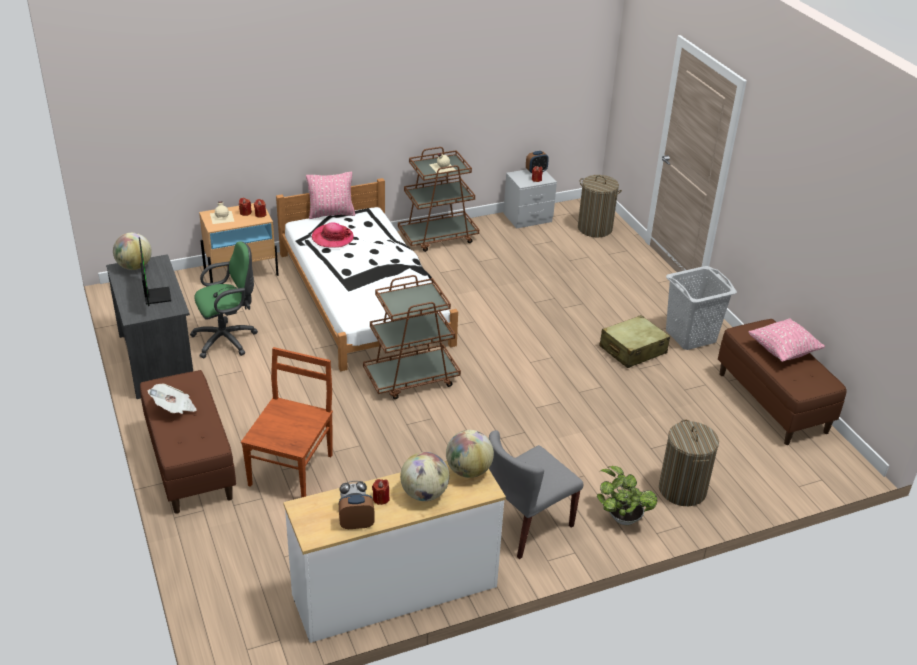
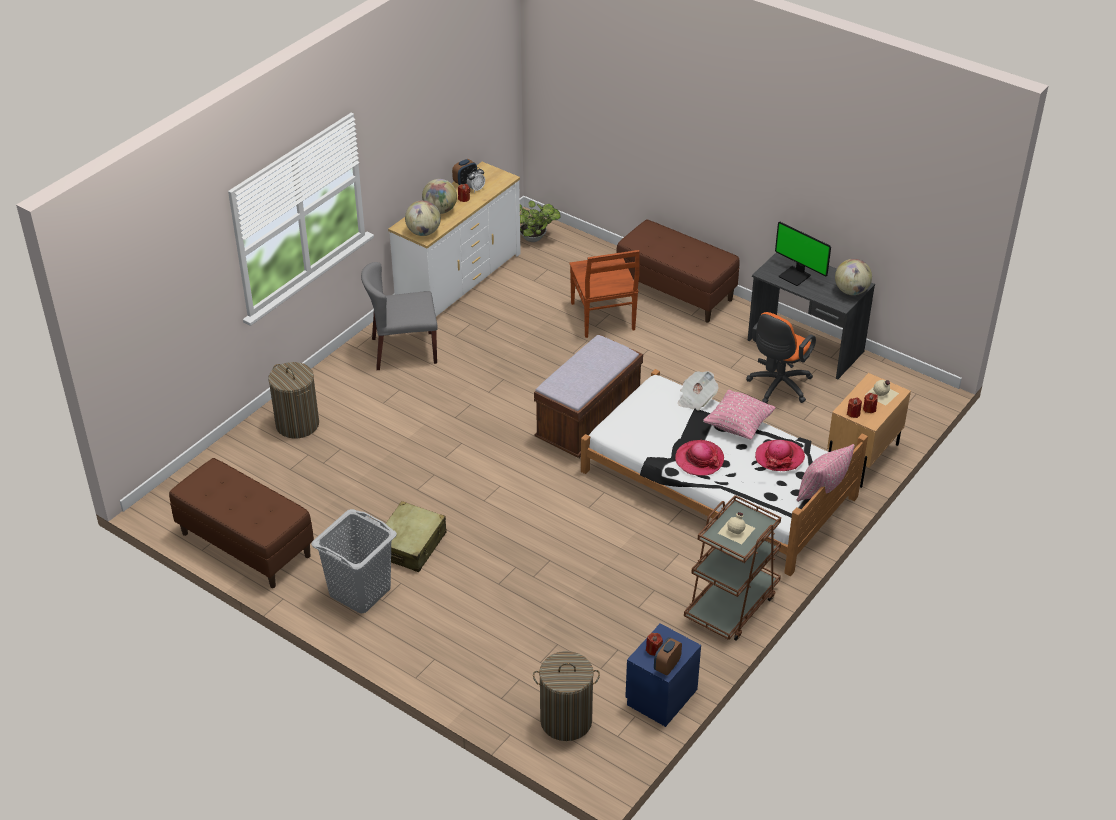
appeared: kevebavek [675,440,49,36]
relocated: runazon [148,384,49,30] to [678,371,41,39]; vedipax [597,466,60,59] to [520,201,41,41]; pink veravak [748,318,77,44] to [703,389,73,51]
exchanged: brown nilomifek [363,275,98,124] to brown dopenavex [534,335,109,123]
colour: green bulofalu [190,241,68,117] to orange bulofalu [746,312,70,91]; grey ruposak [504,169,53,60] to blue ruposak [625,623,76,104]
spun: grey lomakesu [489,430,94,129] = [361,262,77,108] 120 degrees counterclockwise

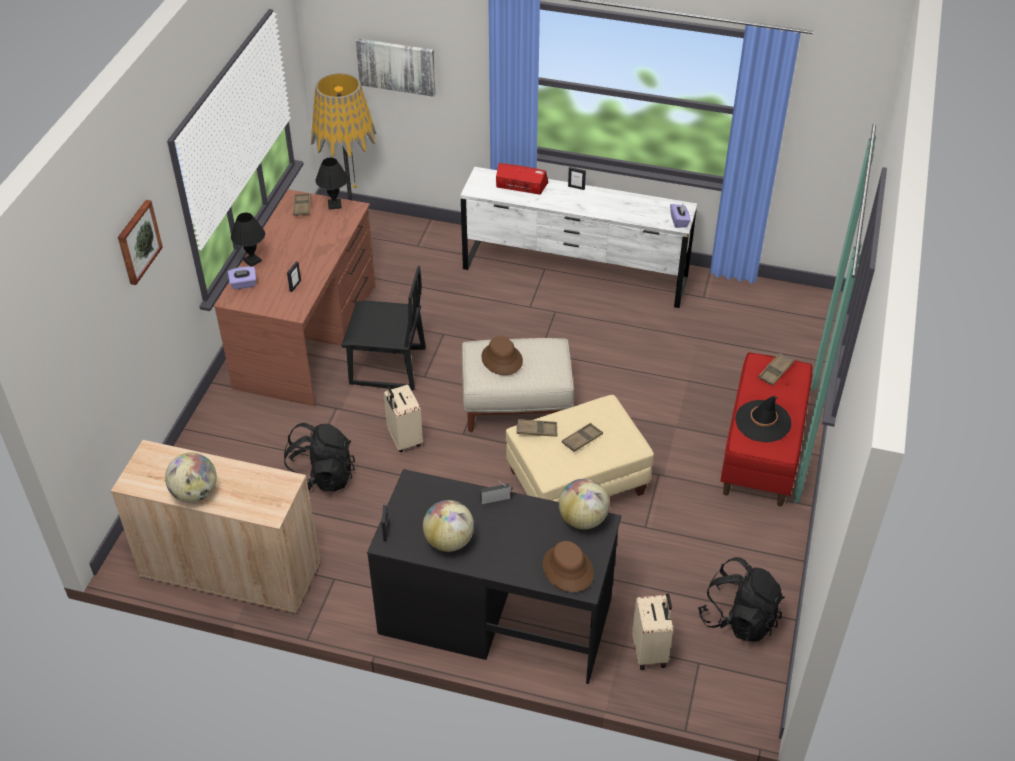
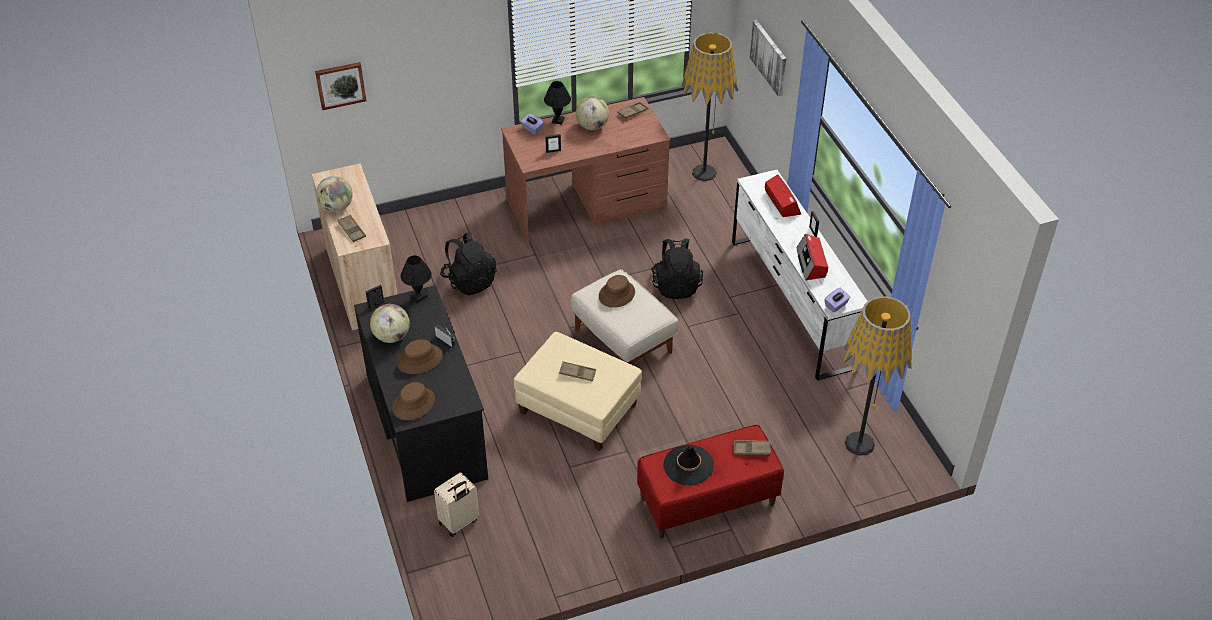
missing: black lomakesu [341,266,85,124]; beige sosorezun [384,384,39,68]
appeared: brown kevebavek [397,339,46,35]; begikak [796,234,32,46]; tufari [843,296,69,160]
relocated: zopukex [118,200,45,85] to [315,62,52,48]; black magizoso [316,158,32,51] to [401,255,31,48]; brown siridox [517,419,40,18] to [337,215,29,27]; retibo [559,479,50,50] to [576,96,33,34]; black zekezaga [698,557,87,85] to [651,238,52,61]

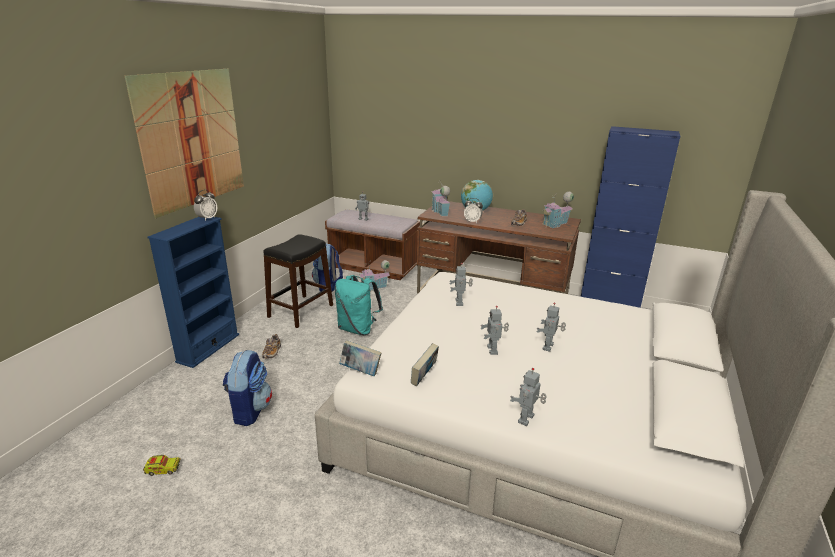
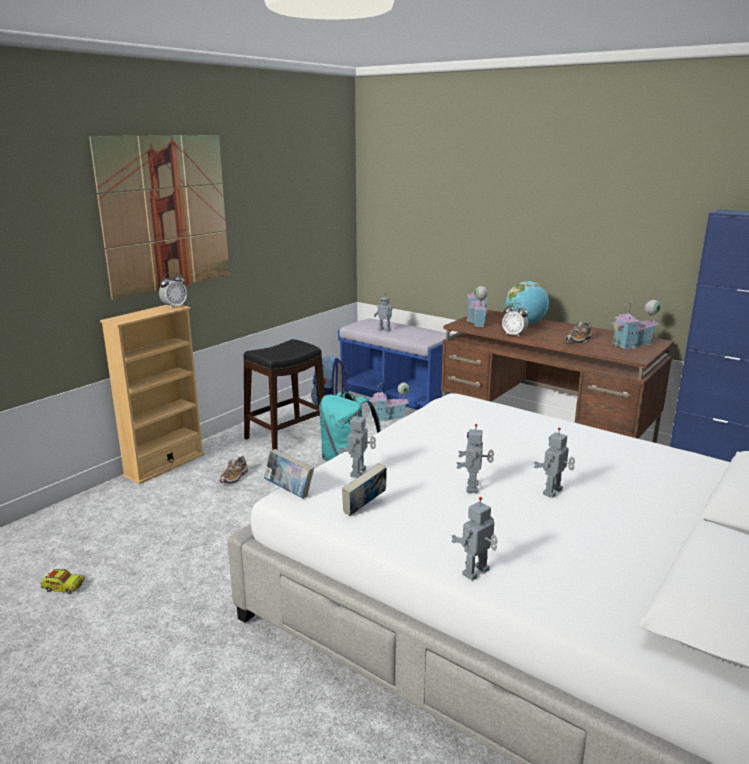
missing: zekezaga [223,350,49,76]
relocated: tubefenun [449,263,24,43] to [339,411,37,67]
colour: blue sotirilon [148,217,91,151] to beige sotirilon [100,305,105,179]; brown dopenavex [325,210,95,70] to blue dopenavex [338,318,115,92]

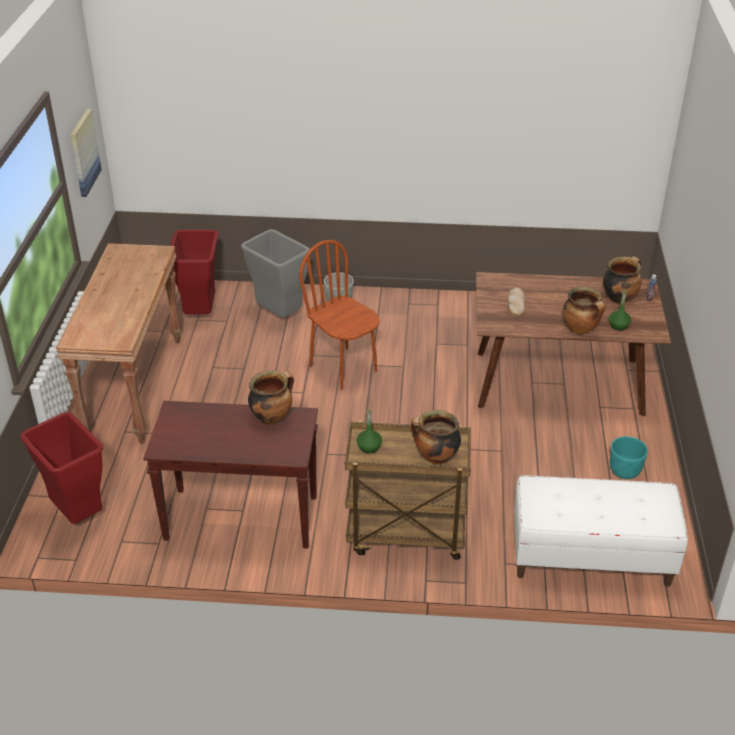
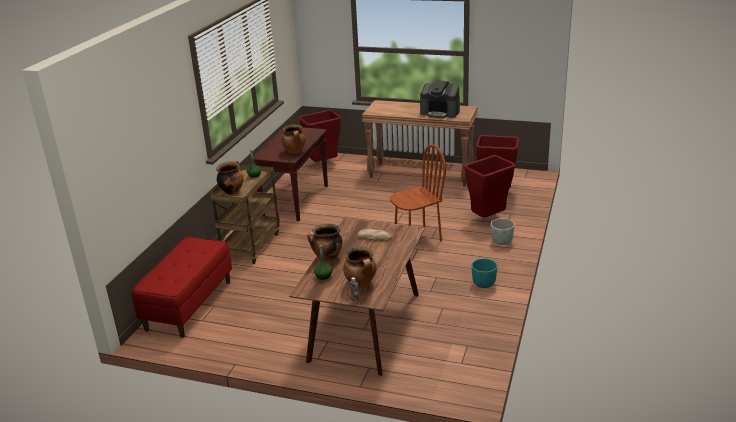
missing: zopukex [70,109,32,88]
appeared: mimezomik [420,80,40,38]
relocated: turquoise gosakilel [610,436,38,43] to [472,258,26,30]
colour: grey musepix [241,229,69,88] to red musepix [464,155,52,63]; white dopenavex [514,476,174,111] to red dopenavex [131,237,101,101]

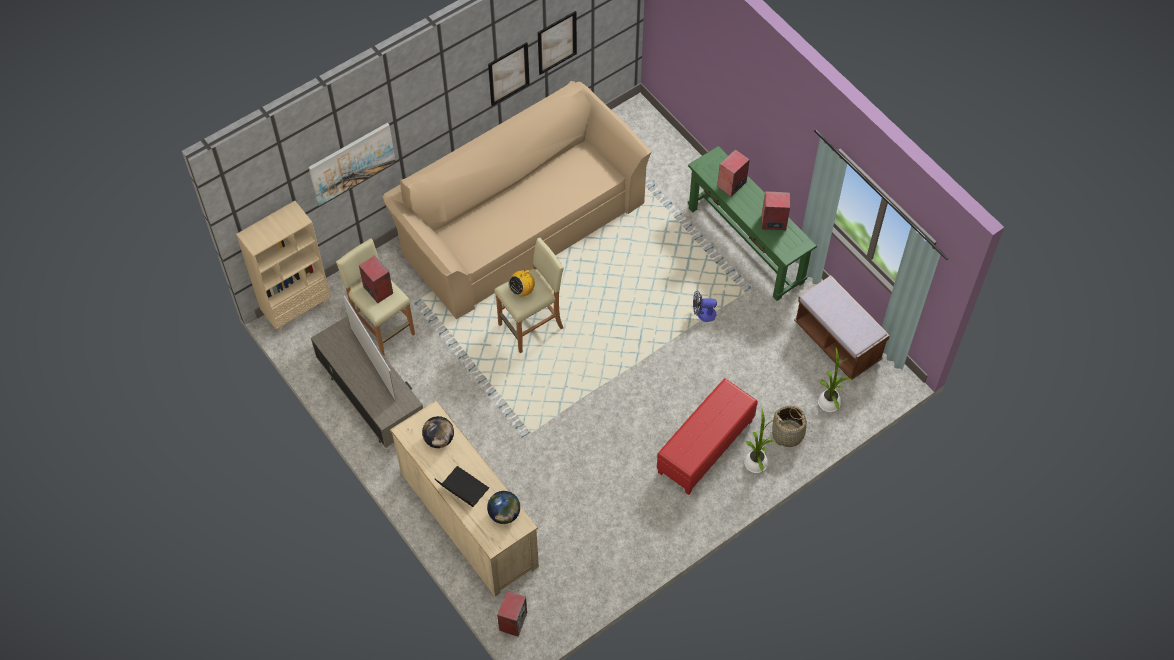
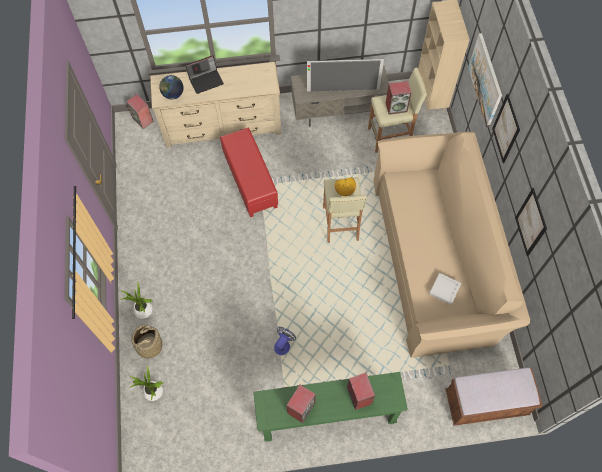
missing: retibo [422,416,32,32]
appeared: grey siridox [429,273,32,32]
relocated: zopukex [538,11,39,64] to [492,94,28,69]; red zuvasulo [657,378,101,117] to [220,128,58,89]; brown dopenavex [794,275,96,105] to [445,367,98,59]

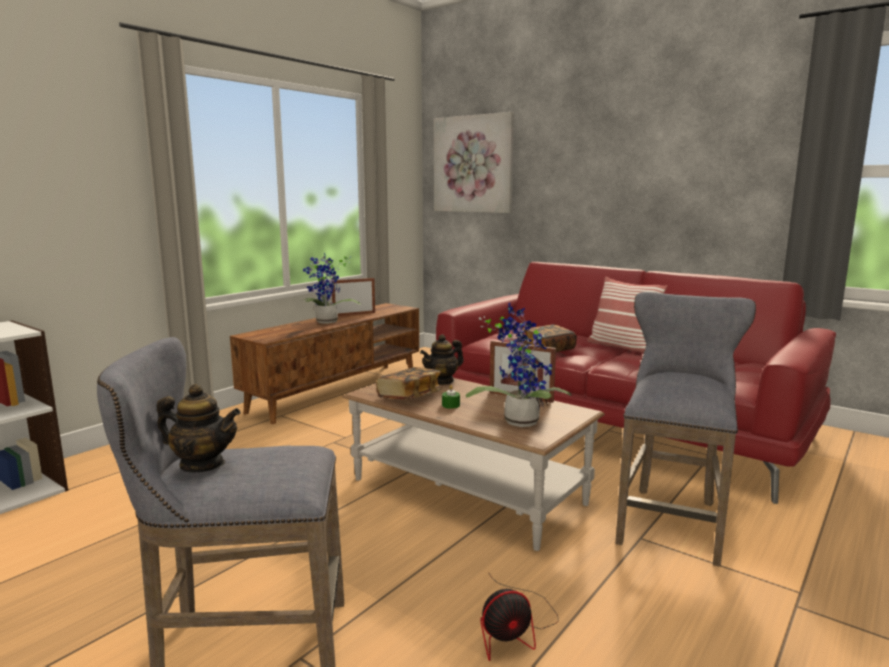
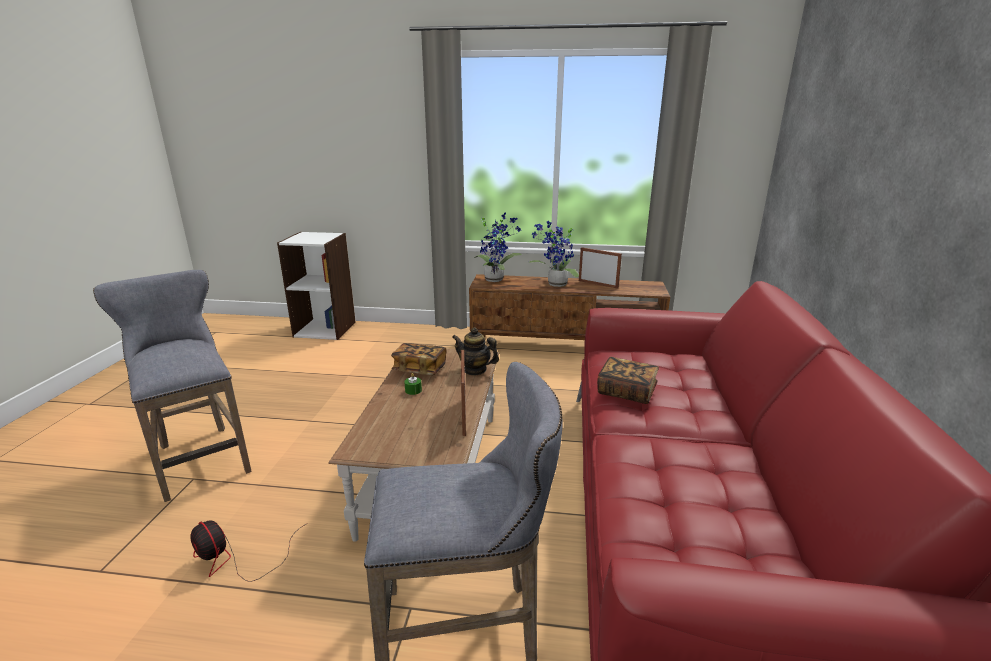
missing: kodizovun [157,384,84,88]; zopukex [434,112,80,101]; veravak [588,276,79,77]
relocated: vedipax [466,303,106,124] to [474,213,48,69]

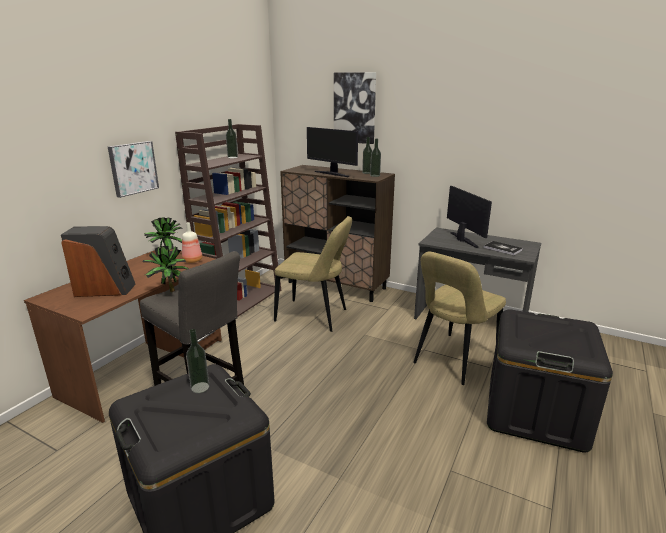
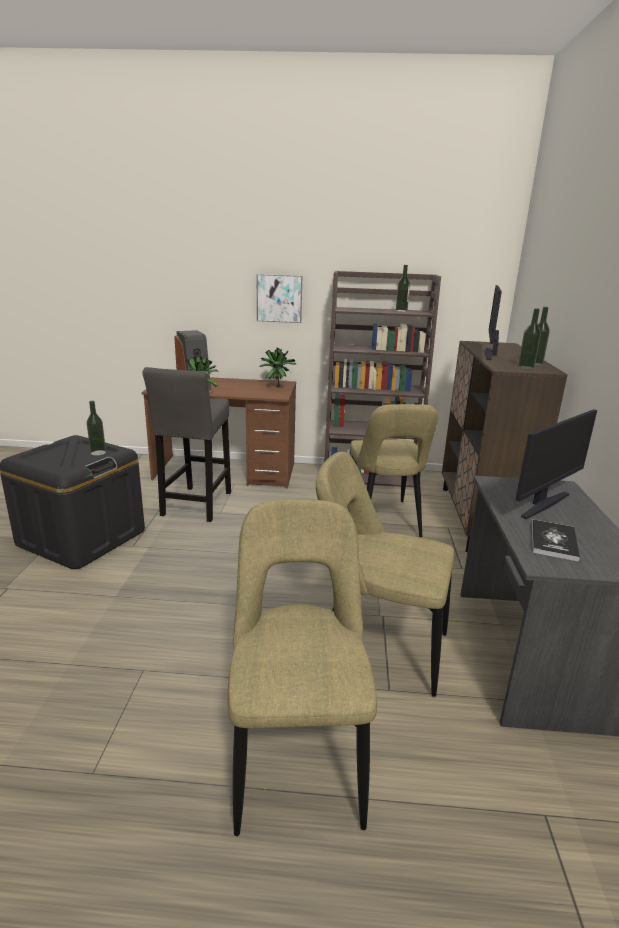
missing: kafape [182,222,20,41]; zopukex [334,72,42,72]
exchanged: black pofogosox [487,309,126,144] to beige lomakesu [228,499,149,337]

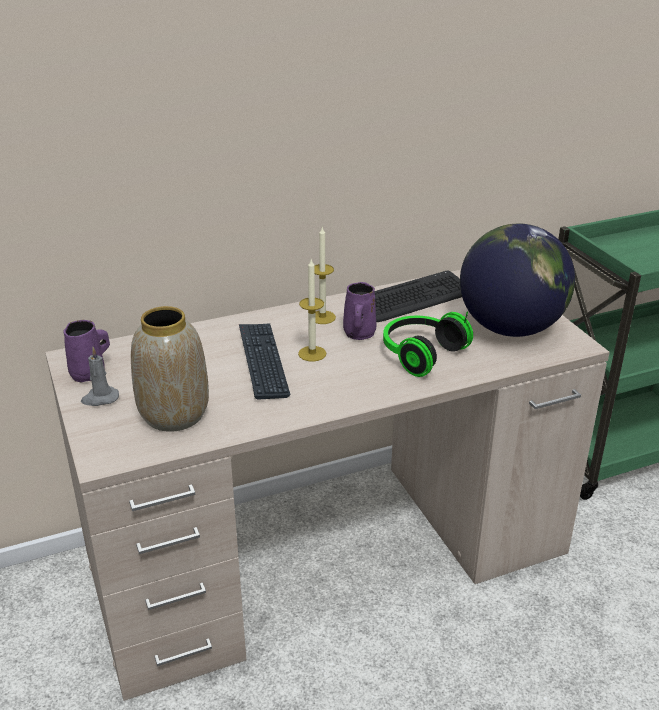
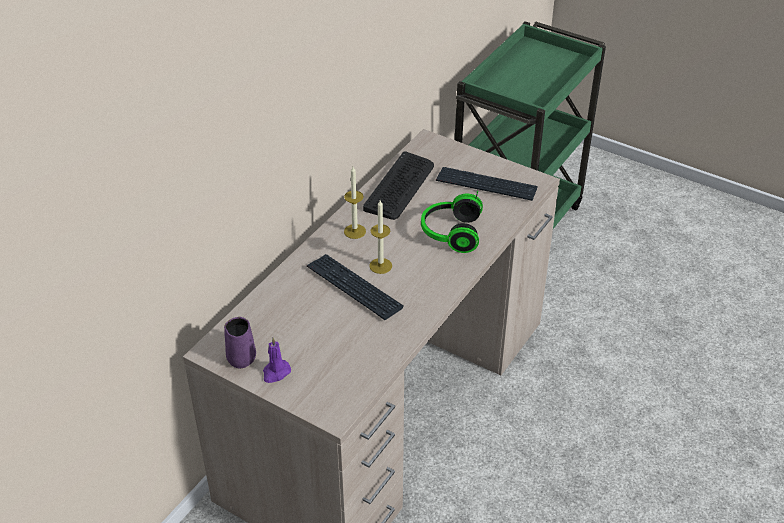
missing: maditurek [131,306,78,126]; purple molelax [343,282,33,58]
exchanged: retibo [460,224,115,113] to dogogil [436,167,102,34]
colour: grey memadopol [81,347,38,59] to purple memadopol [263,337,28,46]

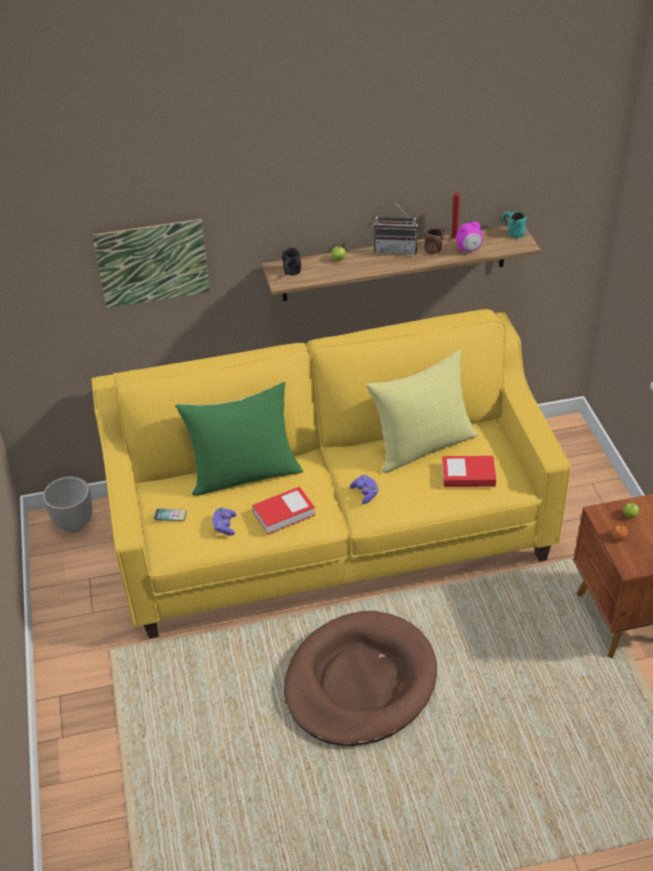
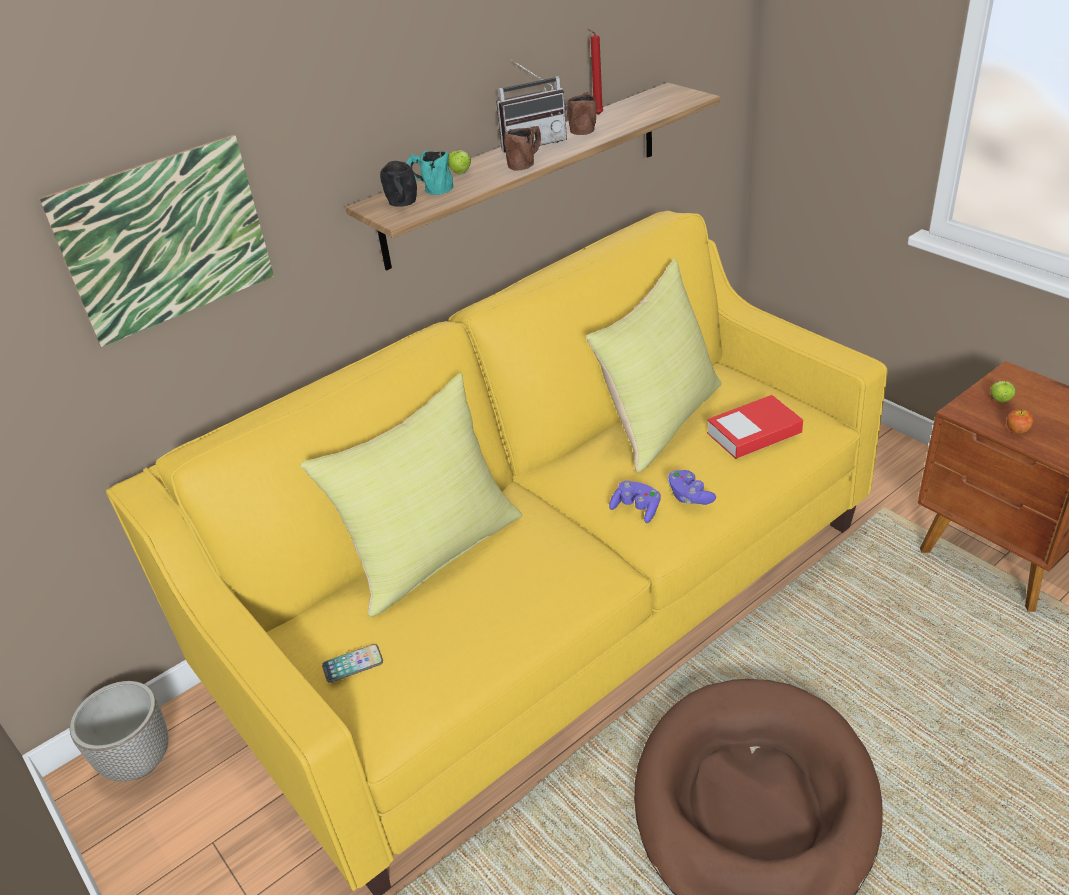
missing: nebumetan [252,487,63,47]; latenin [456,221,27,31]
appeared: brown molelax [504,126,37,45]
relocated: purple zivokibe [212,507,25,29] to [668,470,48,35]; turquoise molelax [501,211,26,27] to [406,150,47,45]
colour: green veravak [175,382,128,114] to yellow veravak [300,373,222,244]

